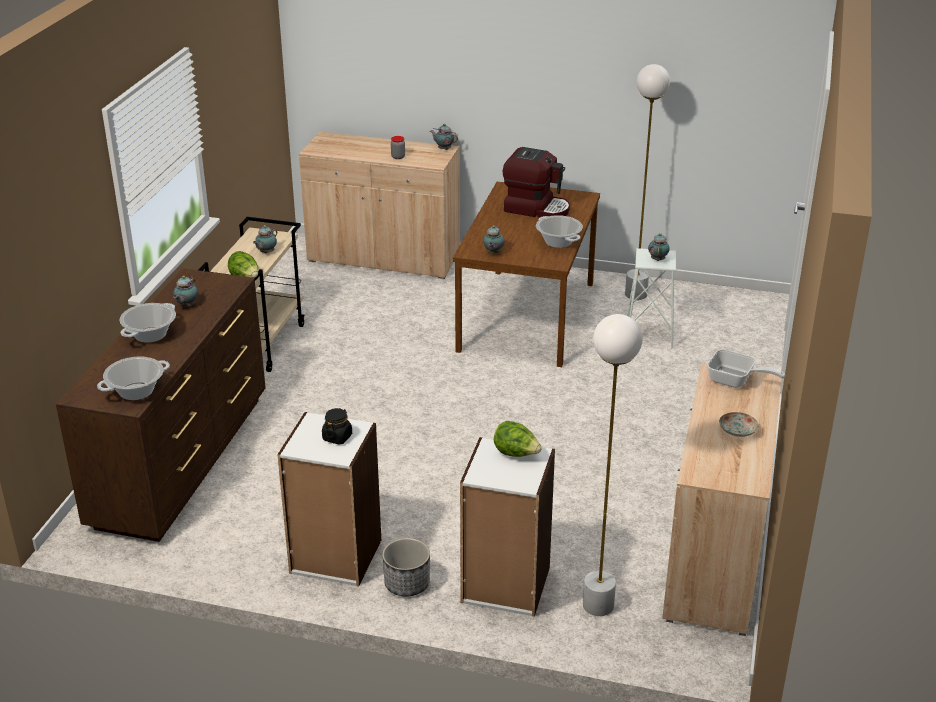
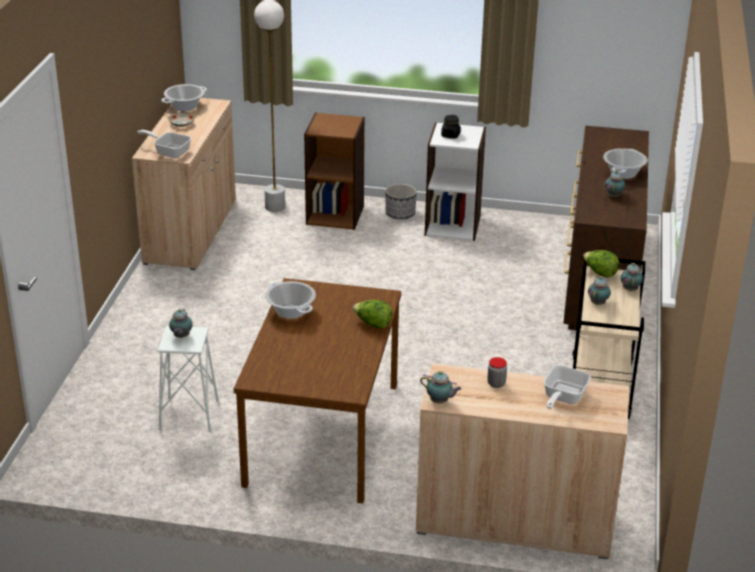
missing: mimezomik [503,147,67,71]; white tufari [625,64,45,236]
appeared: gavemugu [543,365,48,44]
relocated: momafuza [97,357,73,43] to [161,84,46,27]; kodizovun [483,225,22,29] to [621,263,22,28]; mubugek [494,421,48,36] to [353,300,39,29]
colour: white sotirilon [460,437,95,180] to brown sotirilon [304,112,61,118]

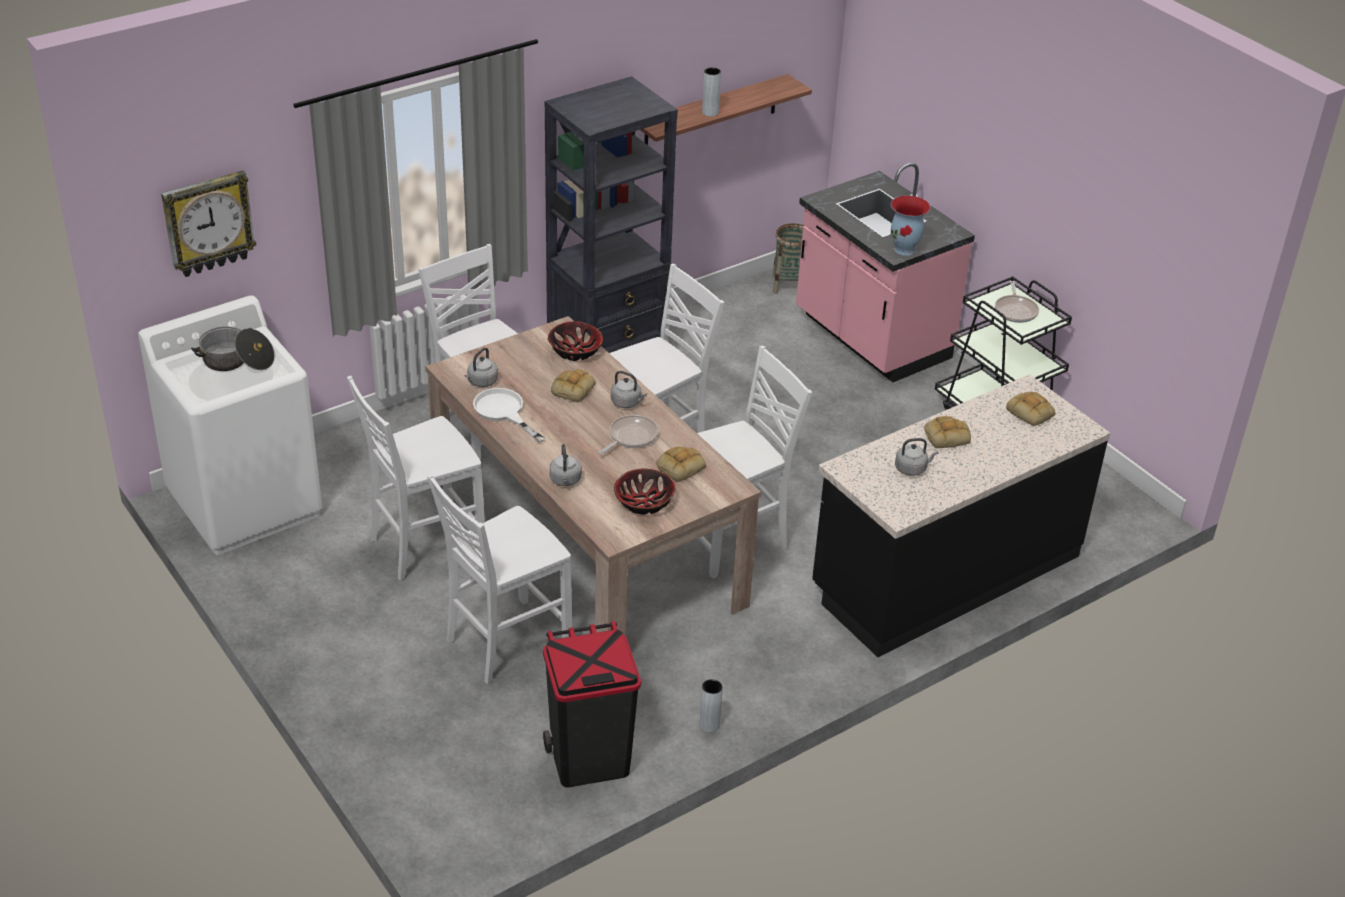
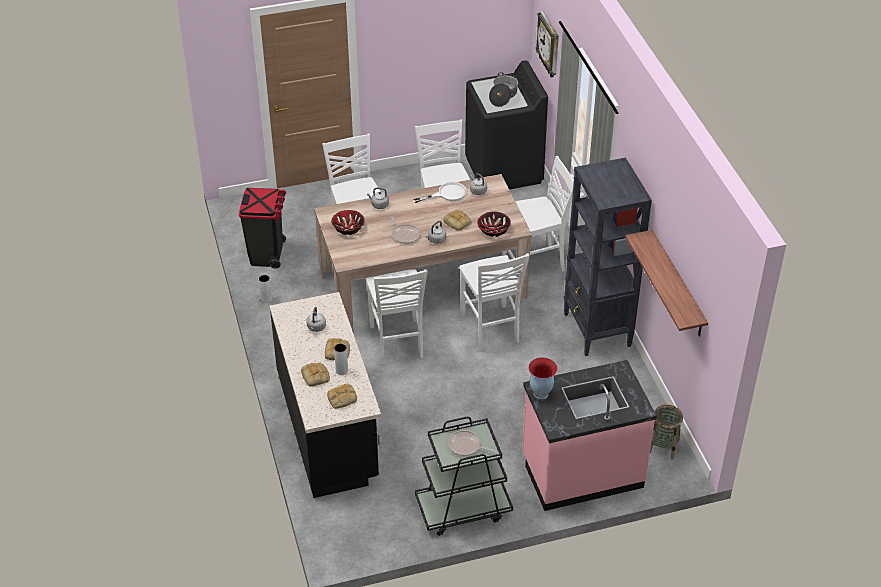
relocated: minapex [656,447,50,35] to [301,362,29,24]; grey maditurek [702,67,19,50] to [334,343,14,32]
colour: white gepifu [138,295,184,260] to black gepifu [465,60,83,130]

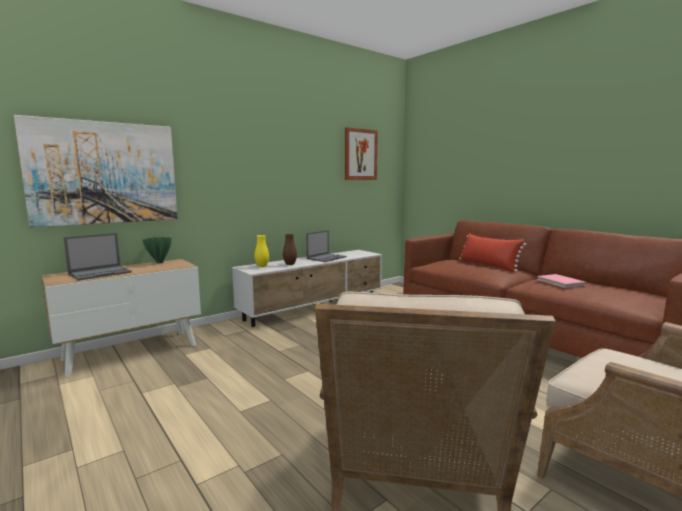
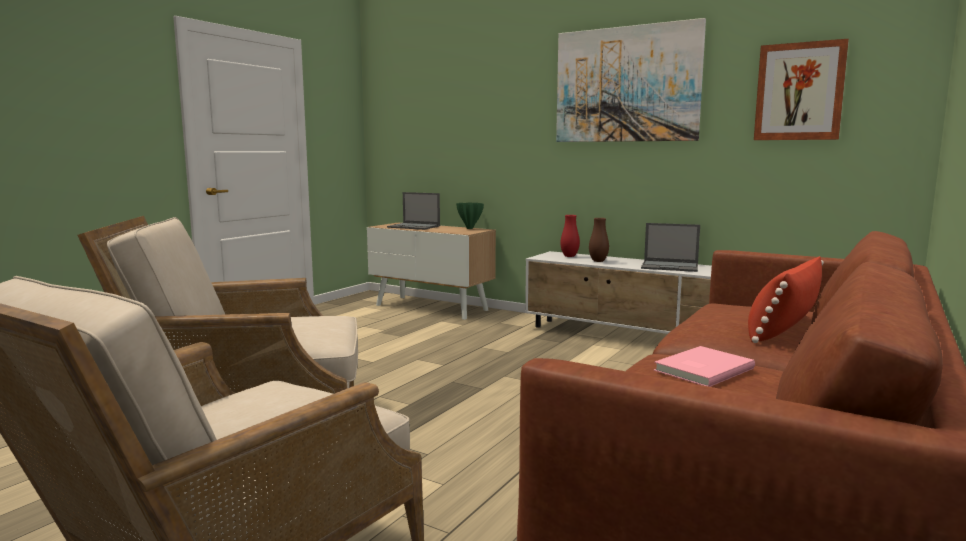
relocated: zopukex [14,115,164,113] to [556,18,150,124]
colour: yellow maditurek [254,235,15,32] to red maditurek [560,215,20,42]

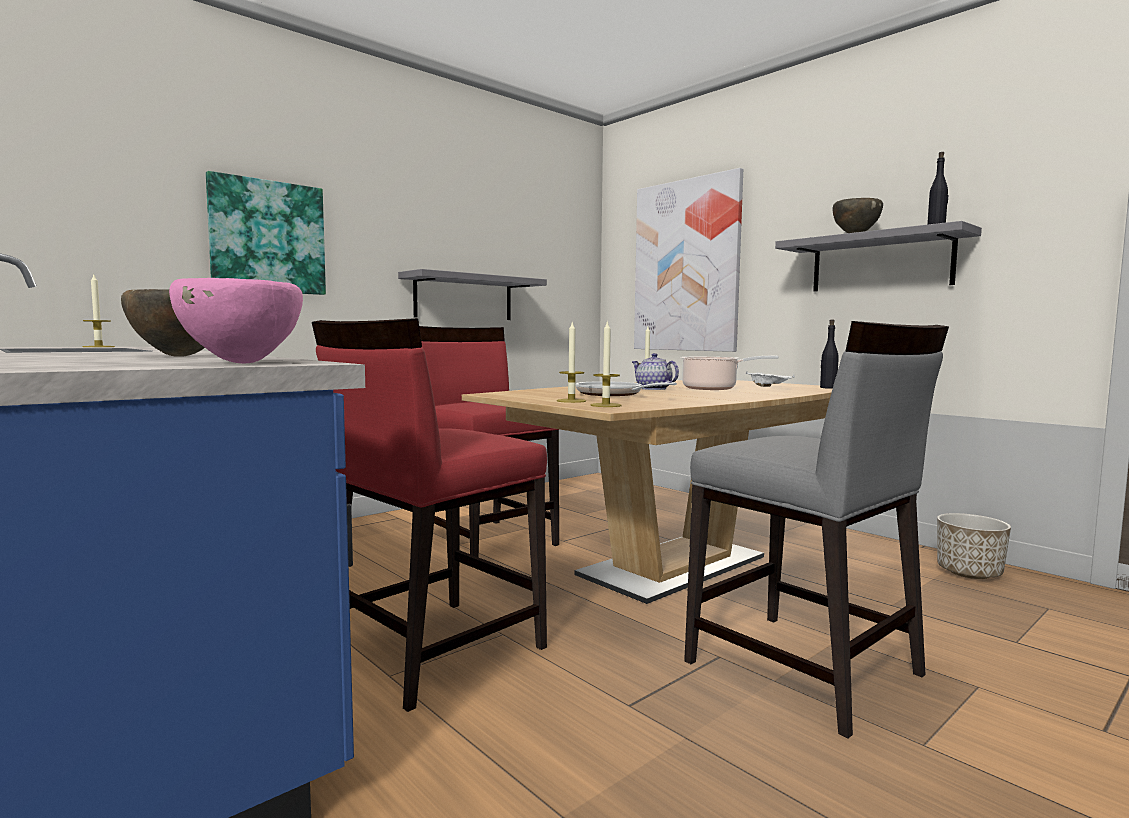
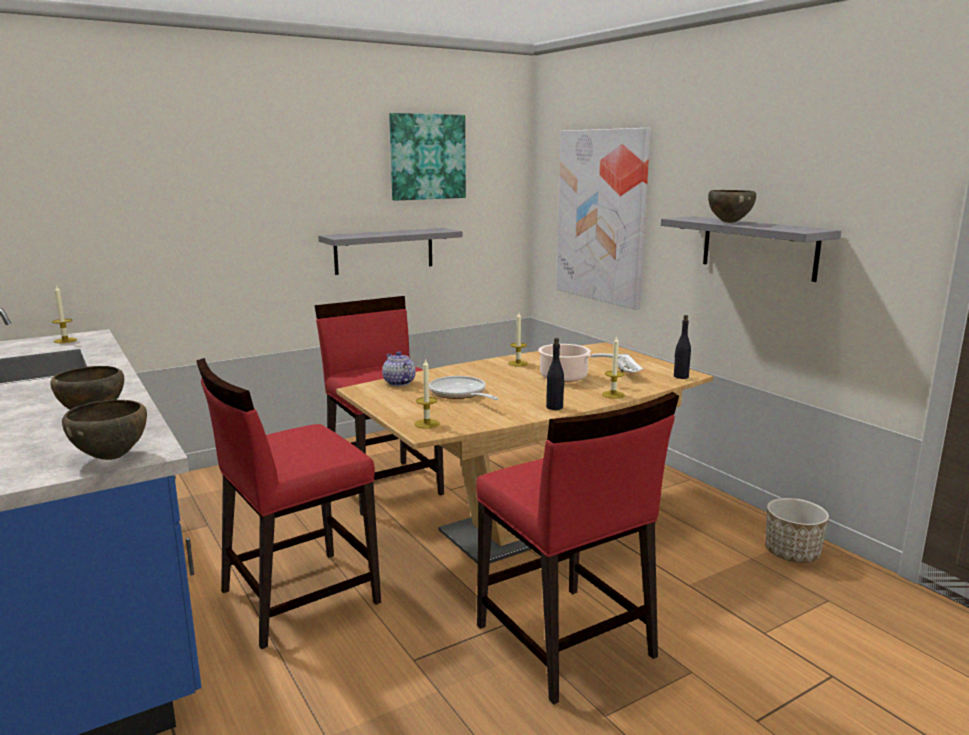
relocated: zopukex [206,171,120,124] to [389,113,77,88]; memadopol [557,321,29,82] to [602,335,23,64]; kodizovun [632,353,47,37] to [382,351,34,35]; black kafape [927,152,21,73] to [546,338,19,72]
colour: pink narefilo [169,278,134,86] to brown narefilo [62,400,85,60]; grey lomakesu [684,321,265,417] to red lomakesu [476,392,203,313]

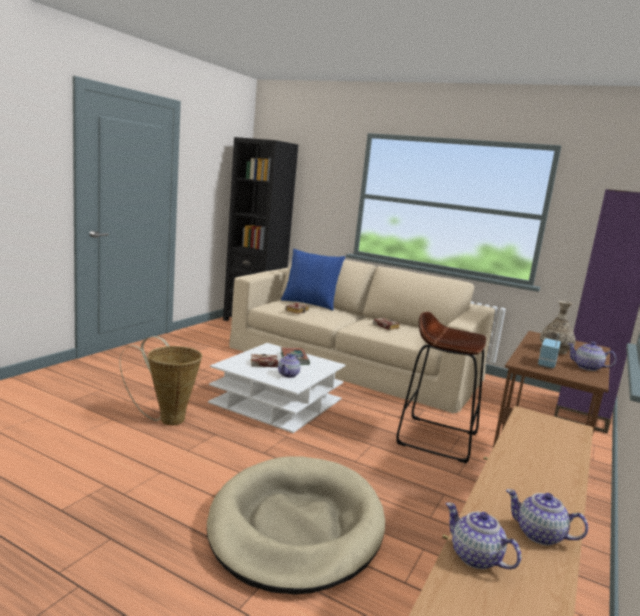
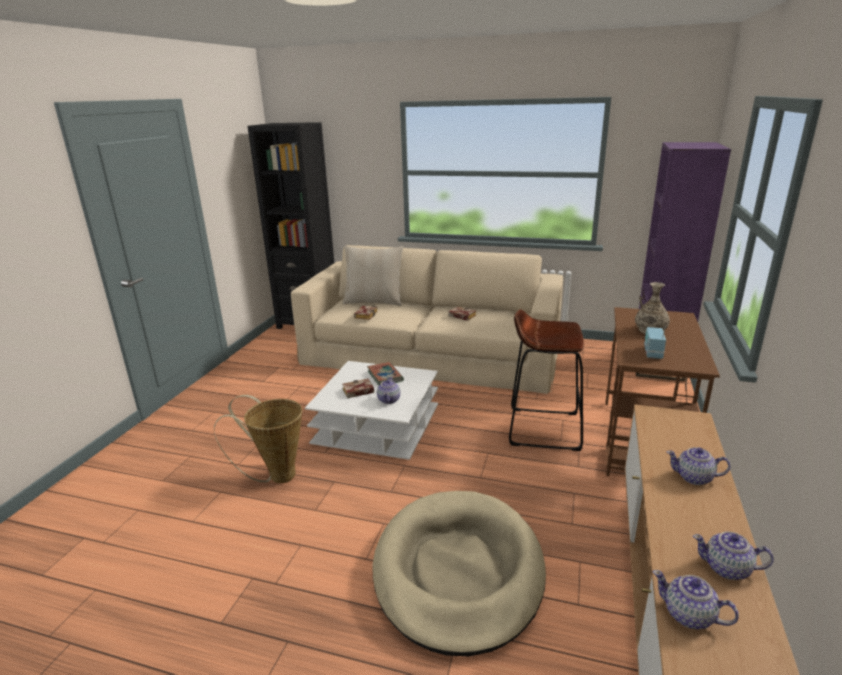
relocated: kodizovun [567,342,50,29] to [667,447,63,38]
colour: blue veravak [281,249,64,62] to beige veravak [343,246,60,60]

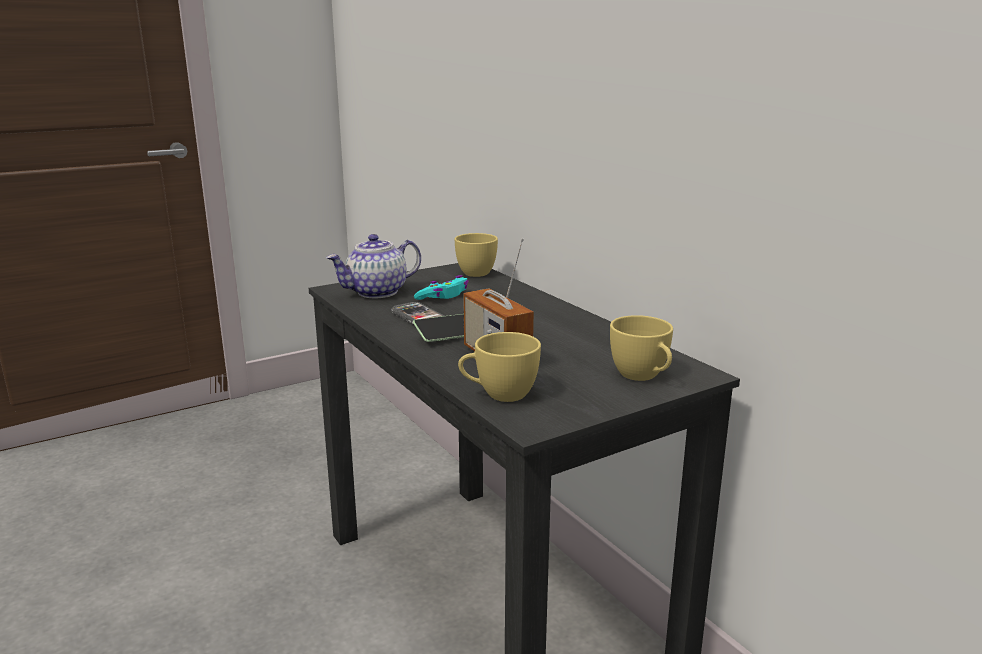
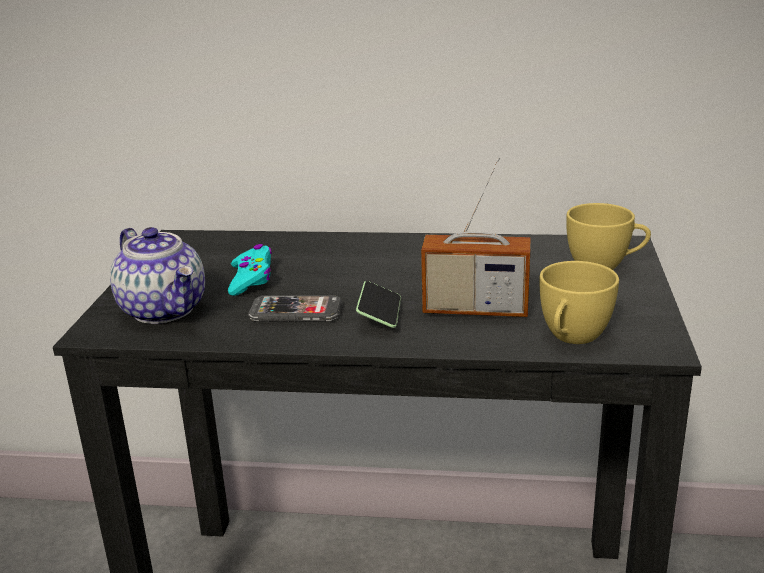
missing: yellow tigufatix [455,233,43,44]
spun: kodizovun [326,234,95,64] = [110,227,95,97] 45 degrees counterclockwise

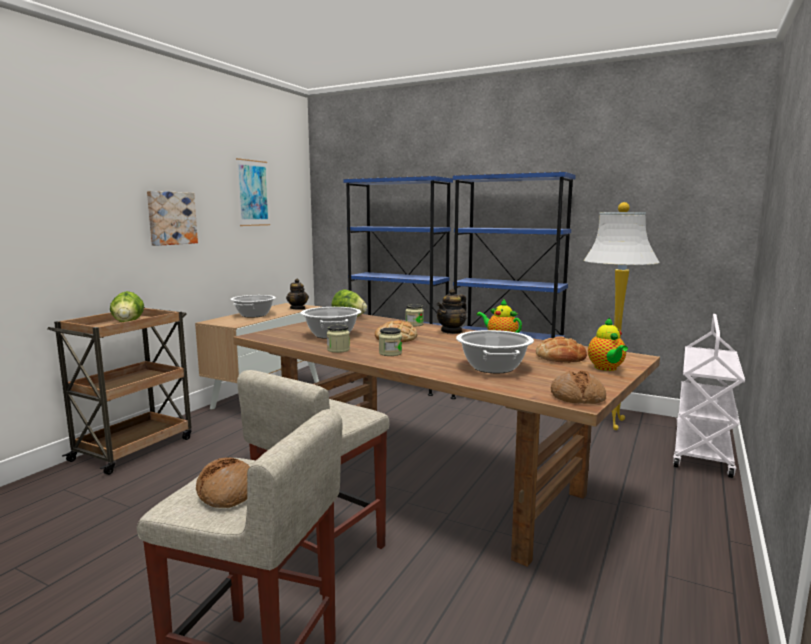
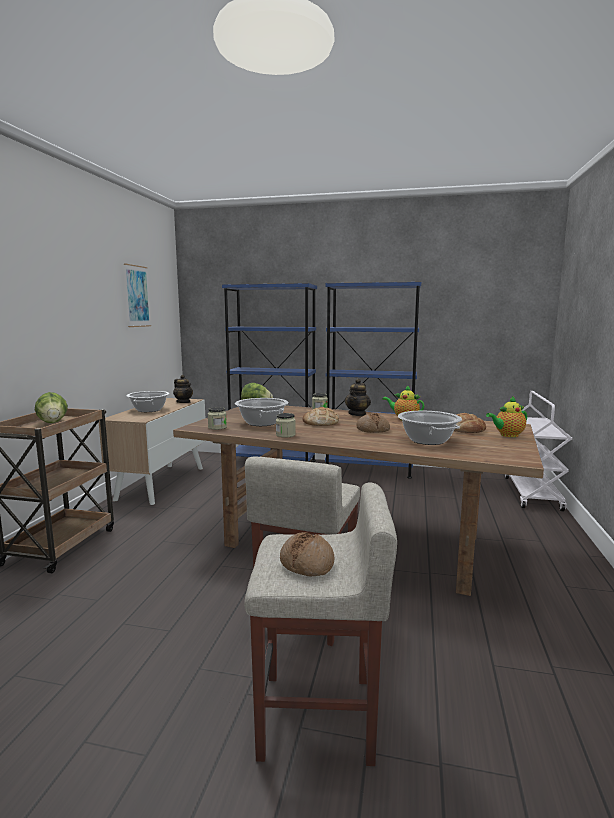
missing: zopukex [147,191,51,55]; white tufari [584,202,76,228]
relocated: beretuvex [379,328,23,28] to [208,407,19,23]; minapex [551,370,55,34] to [356,413,34,20]
spun: kodizovun [588,317,40,54] = [486,396,42,41] 90 degrees clockwise

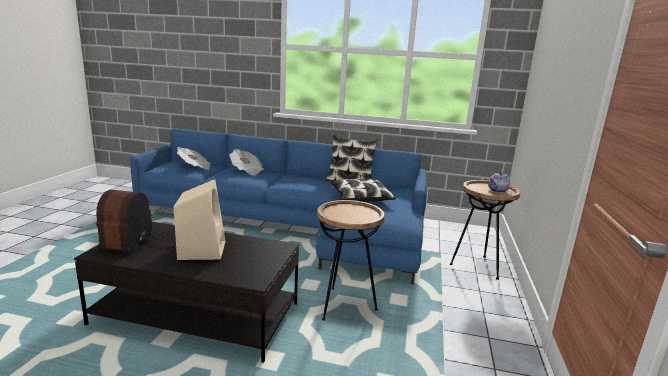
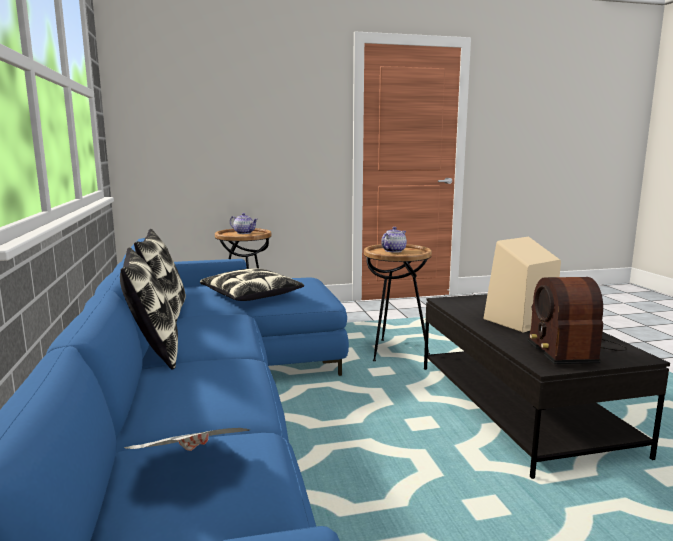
missing: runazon [229,149,35,27]
appeared: veravak [120,248,58,122]; kodizovun [381,227,26,26]
spun: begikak [96,190,80,64] = [527,277,100,87] 105 degrees clockwise

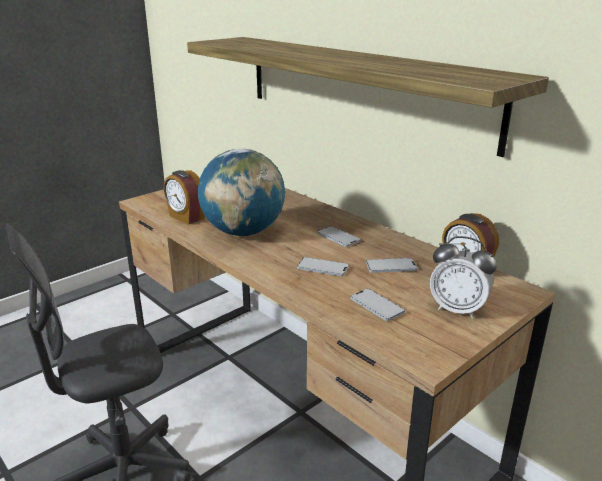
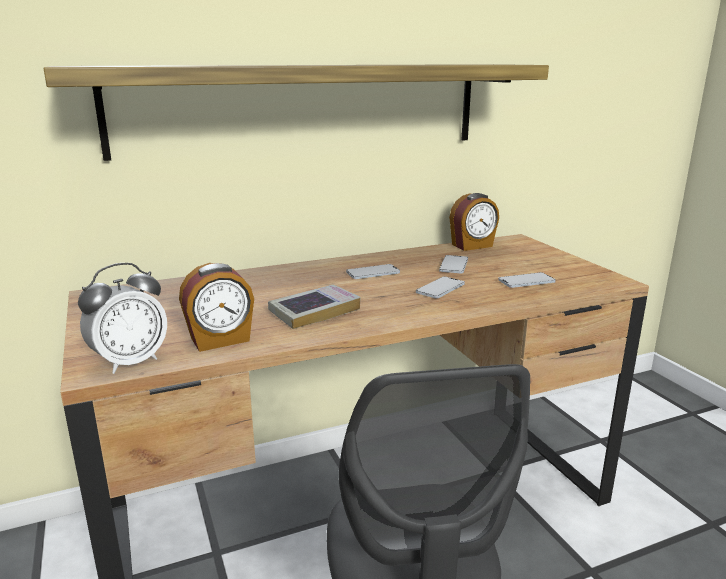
relocated: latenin [430,236,67,83] to [78,263,89,111]
exchanged: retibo [198,149,87,87] to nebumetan [268,285,93,44]

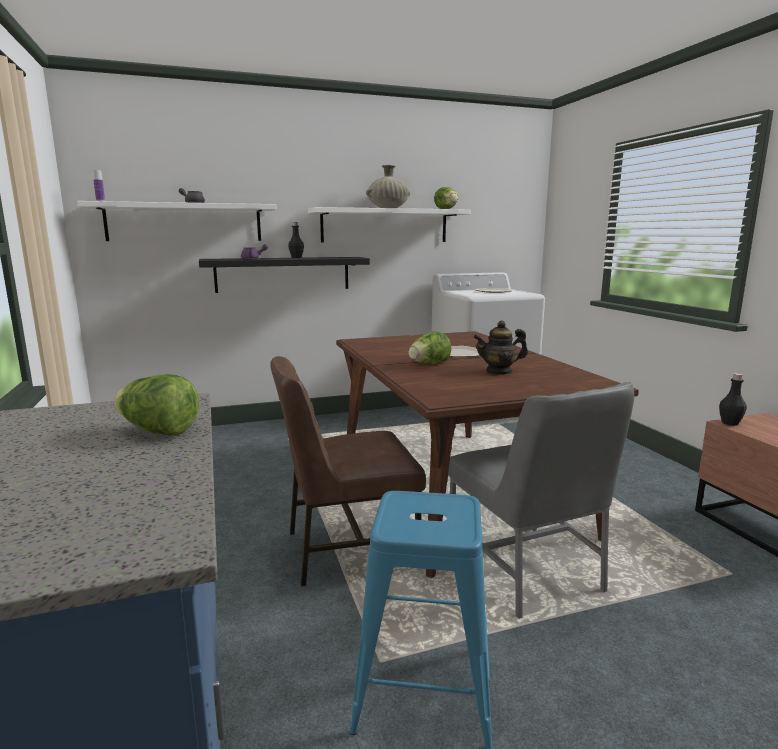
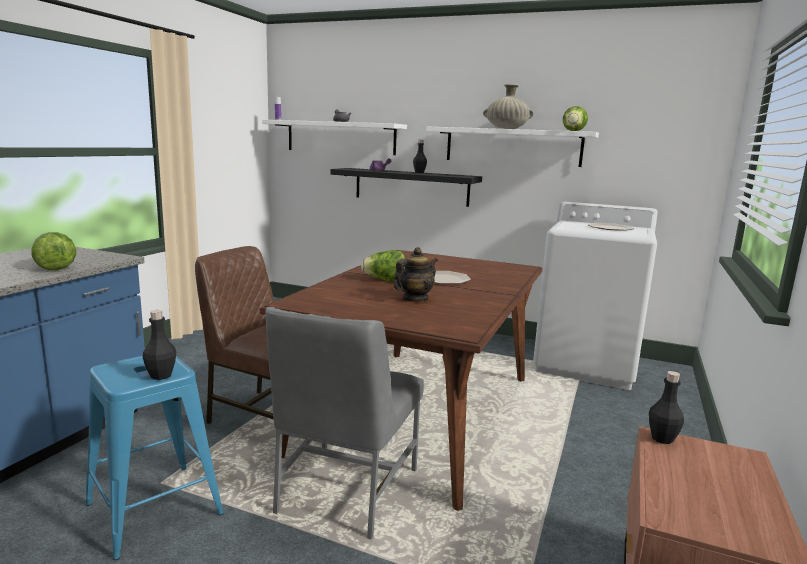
appeared: black kafape [143,310,33,70]
spun: kodizovun [473,321,55,54] = [393,247,45,54] 105 degrees clockwise

